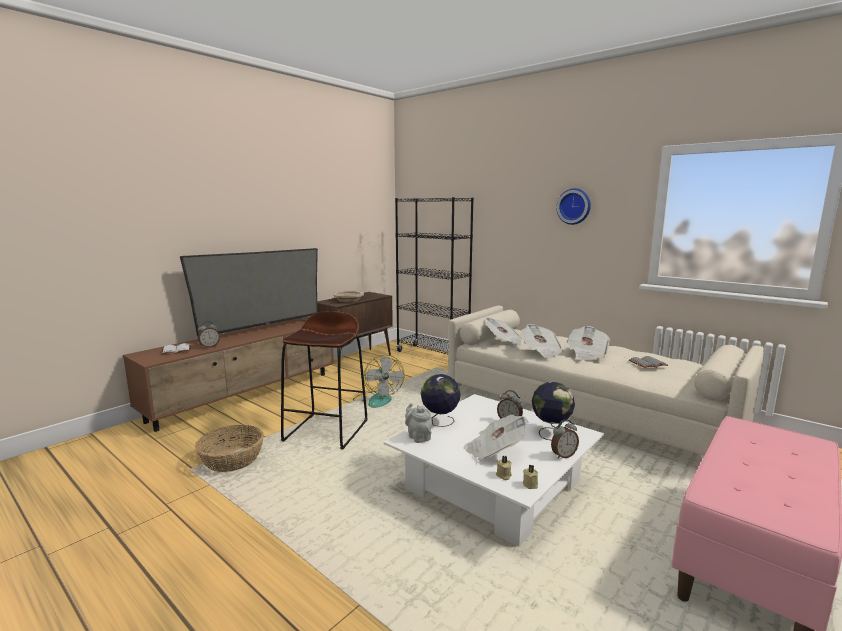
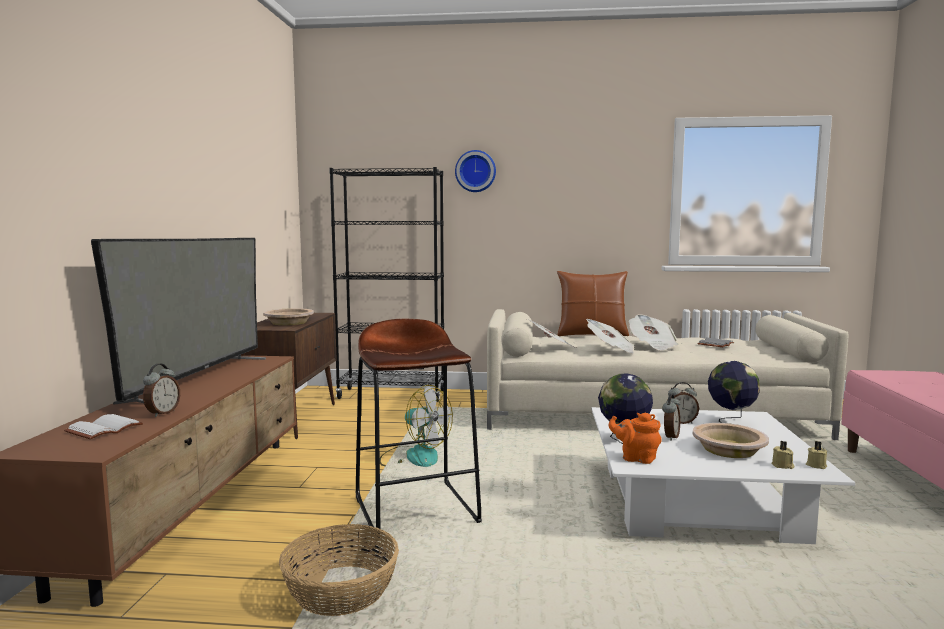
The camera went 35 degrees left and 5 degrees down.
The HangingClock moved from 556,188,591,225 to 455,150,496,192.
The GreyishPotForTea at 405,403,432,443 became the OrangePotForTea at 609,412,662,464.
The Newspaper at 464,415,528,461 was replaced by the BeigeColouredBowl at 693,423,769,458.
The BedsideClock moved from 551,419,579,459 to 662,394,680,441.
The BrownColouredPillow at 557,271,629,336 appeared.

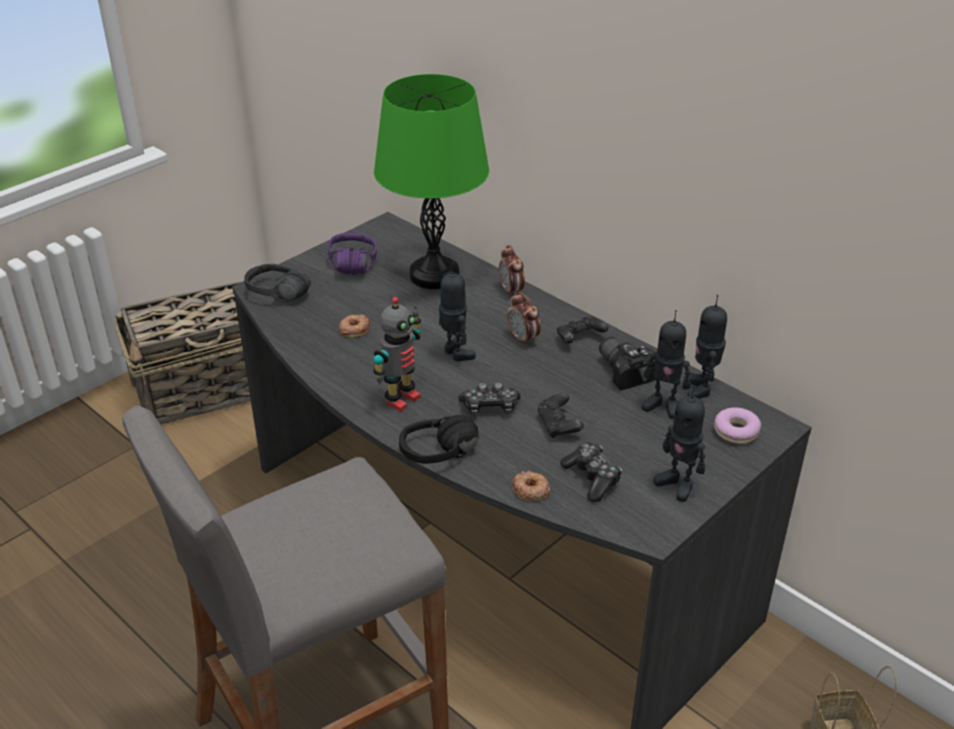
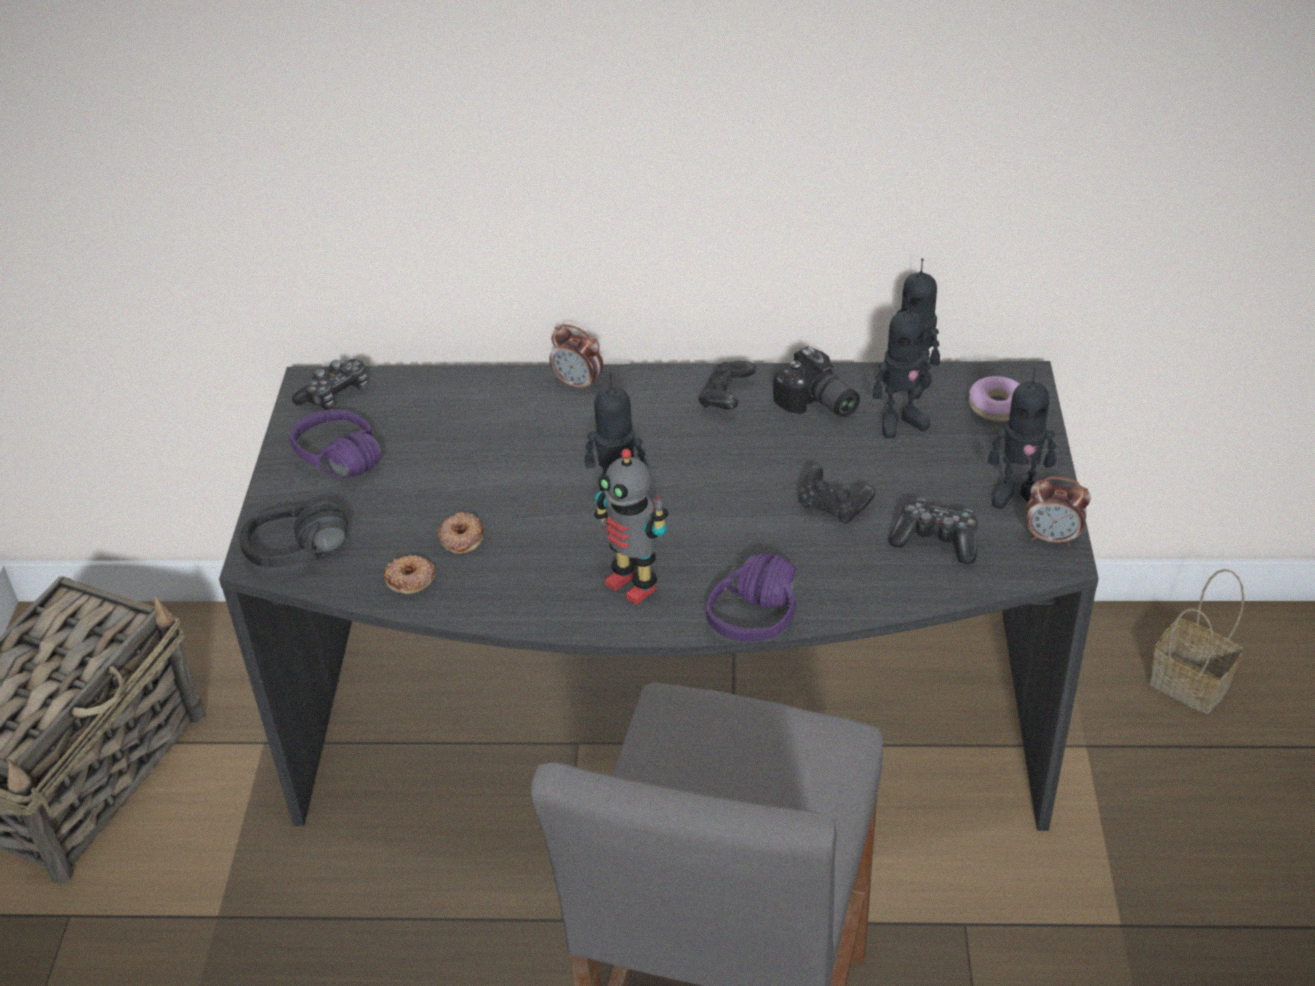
The camera went 40 degrees left and 5 degrees up.
The GreenColouredLampForATable at 374,74,489,289 disappeared.
The BedsideClock moved from 507,292,541,346 to 1026,477,1091,546.
The ModelRobot at 373,297,421,412 turned 135 degrees clockwise.
The PhotoCamera at 599,337,656,390 turned 150 degrees counterclockwise.
The Gamepad moved from 458,382,520,415 to 292,359,367,410.
The BlackColouredHeadphones at 399,415,479,464 became the PurpleHeadphones at 706,553,797,642.
The RingDoughnut moved from 512,471,550,501 to 384,555,436,594.

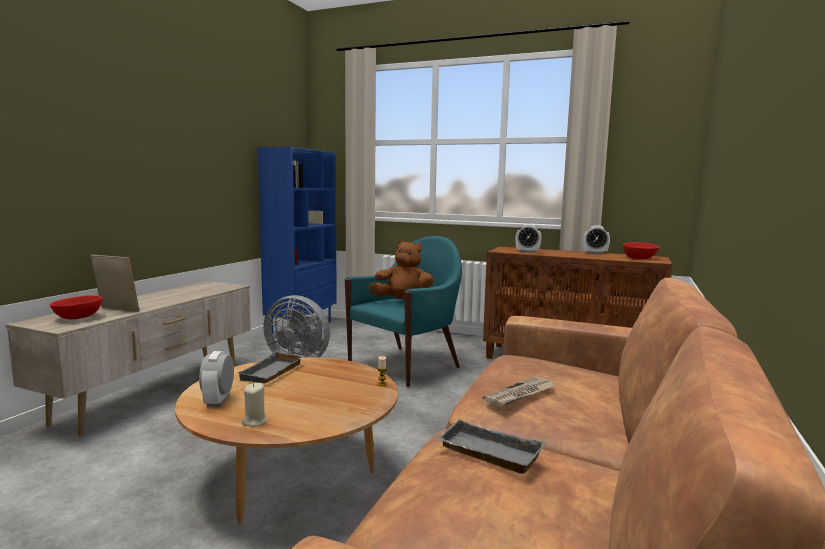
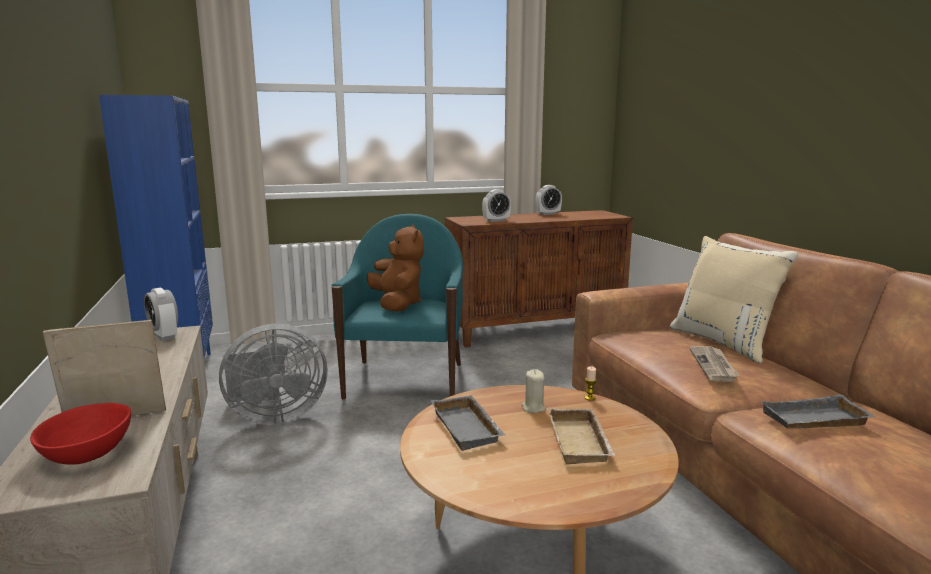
The camera went 40 degrees left and 5 degrees up.
The BrownColouredSoftToy at 368,240,434,300 turned 90 degrees clockwise.
The RedBowl at 623,242,659,259 disappeared.
The BedsideClock moved from 199,351,234,407 to 144,288,178,341.
The BeigeColouredWaxCandle moved from 242,383,267,427 to 522,369,545,413.
The BeigeColouredPillow at 670,236,798,364 appeared.
The BeigeColouredServingTray at 548,408,616,464 appeared.

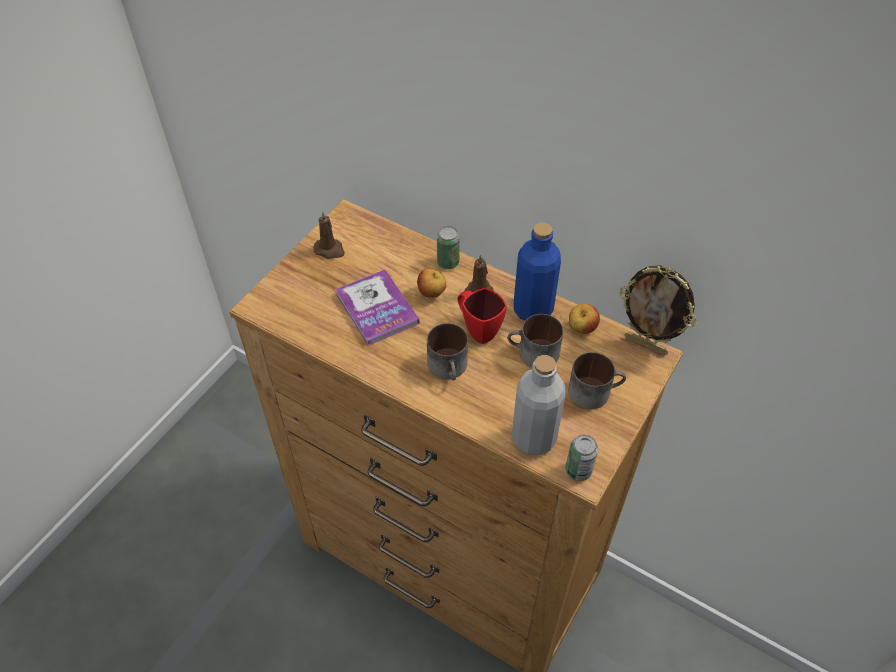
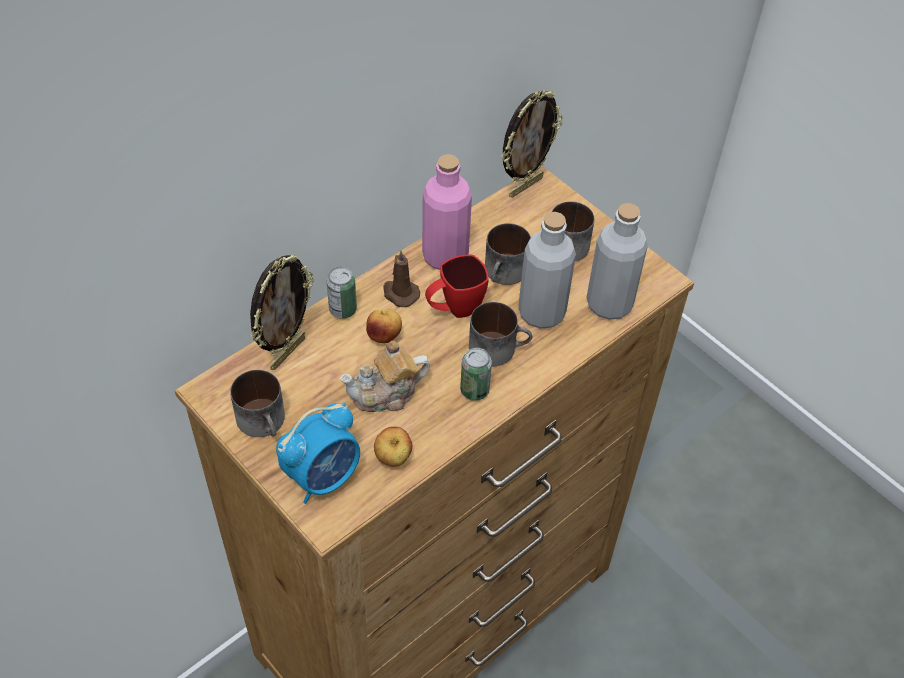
The camera went 75 degrees left and 0 degrees up.
The BrownColouredWaxCandle at 314,211,345,259 was replaced by the TeaMug at 230,370,285,437.
The BlueBottle at 514,223,561,321 became the PinkBottle at 422,154,472,270.
The Volume at 335,270,420,346 was replaced by the PotForTea at 340,341,430,412.
The AppleFruit moved from 569,304,600,334 to 374,427,413,467.
The Can moved from 566,435,598,481 to 460,348,492,401.
The GreyishBottle at 518,212,576,329 appeared.
The StandingFrame at 250,254,314,370 appeared.
The BedsideClock at 276,402,360,504 appeared.

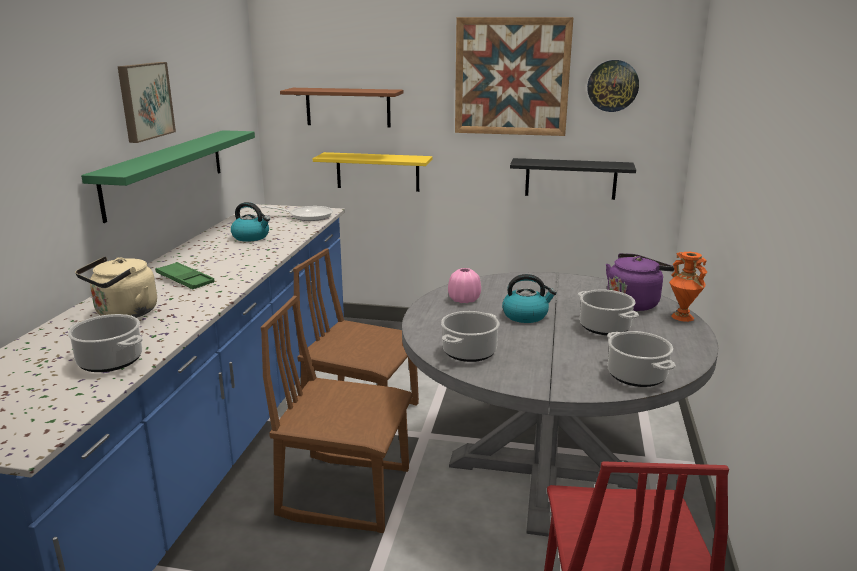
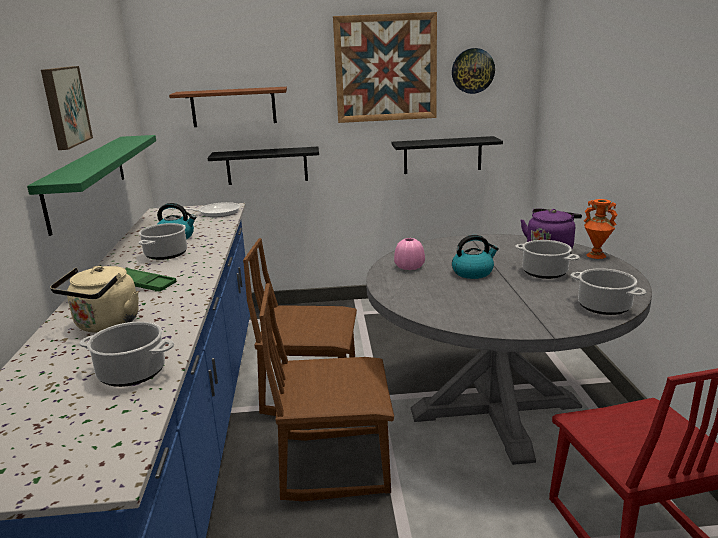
The camera went 15 degrees left and 0 degrees up.
The YellowishWallShelf at 313,152,433,192 became the BlackColouredWallShelf at 207,147,319,185.
The Stockpot moved from 441,311,499,362 to 139,223,187,260.

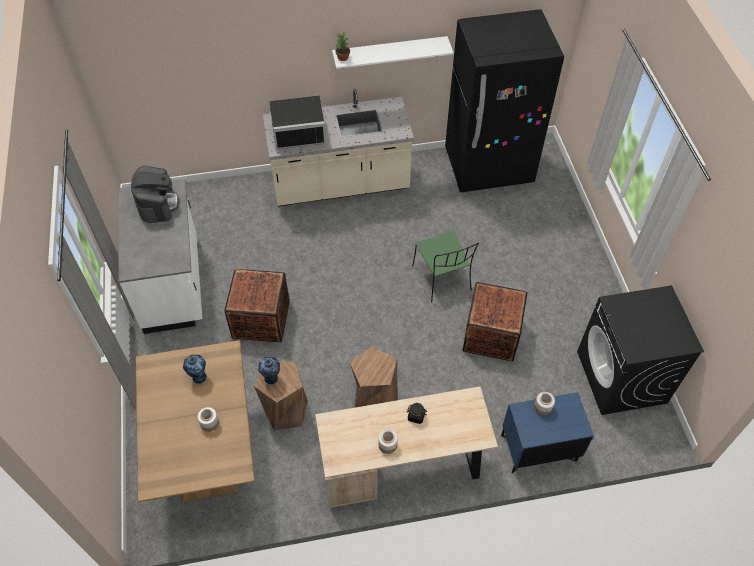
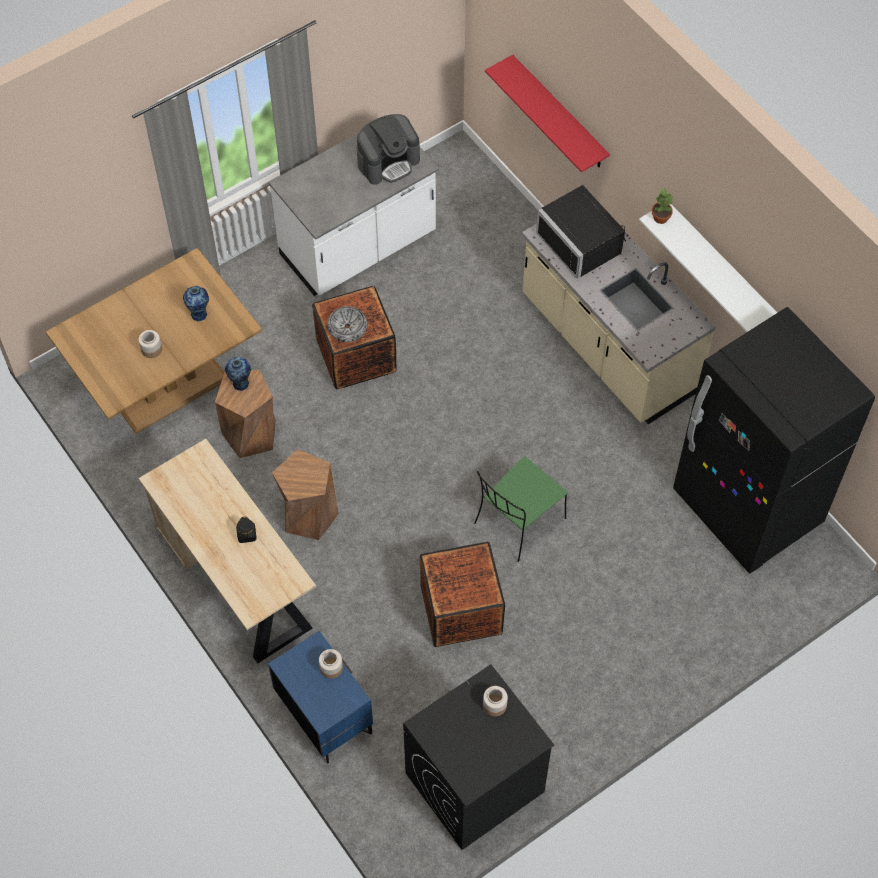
The camera went 65 degrees right and 5 degrees up.
The PreserveJar moved from 378,429,398,454 to 483,686,508,716.
The RedWallShelf at 485,55,610,172 appeared.
The Bowl at 327,306,367,342 appeared.

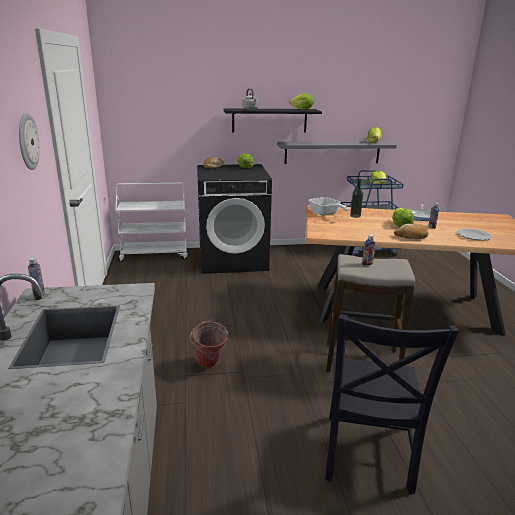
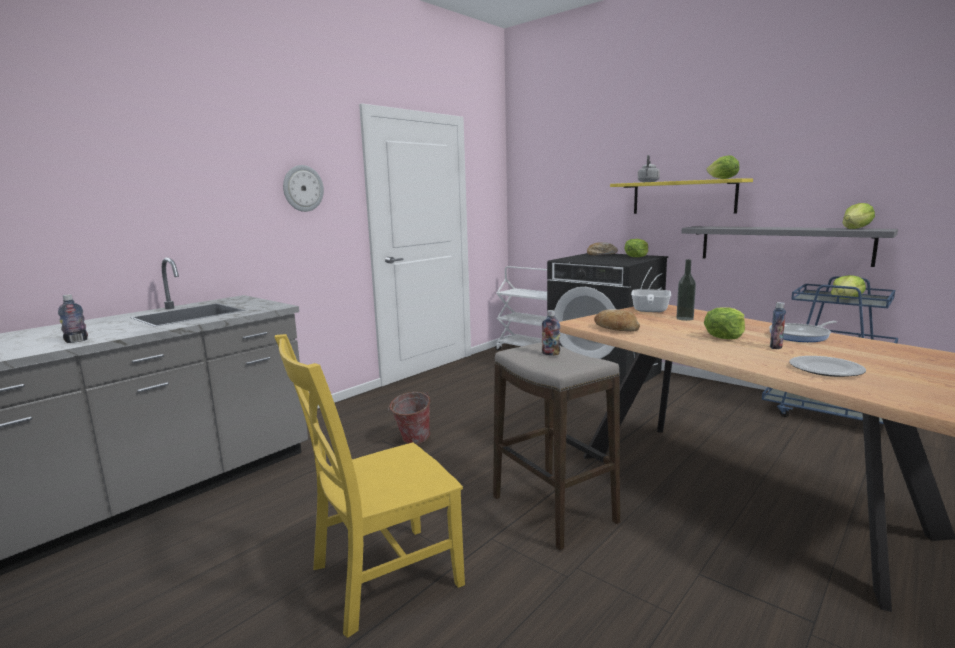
The camera went 50 degrees right and 10 degrees down.
The BlackColouredWallShelf at 223,108,322,133 became the YellowishWallShelf at 610,178,753,214.
The BakeryBread moved from 394,224,428,239 to 594,309,640,332.
The Bottle moved from 28,257,45,300 to 58,294,88,343.
The BlackColouredPlainChair at 325,314,459,494 became the YellowishPlainChair at 274,334,465,638.

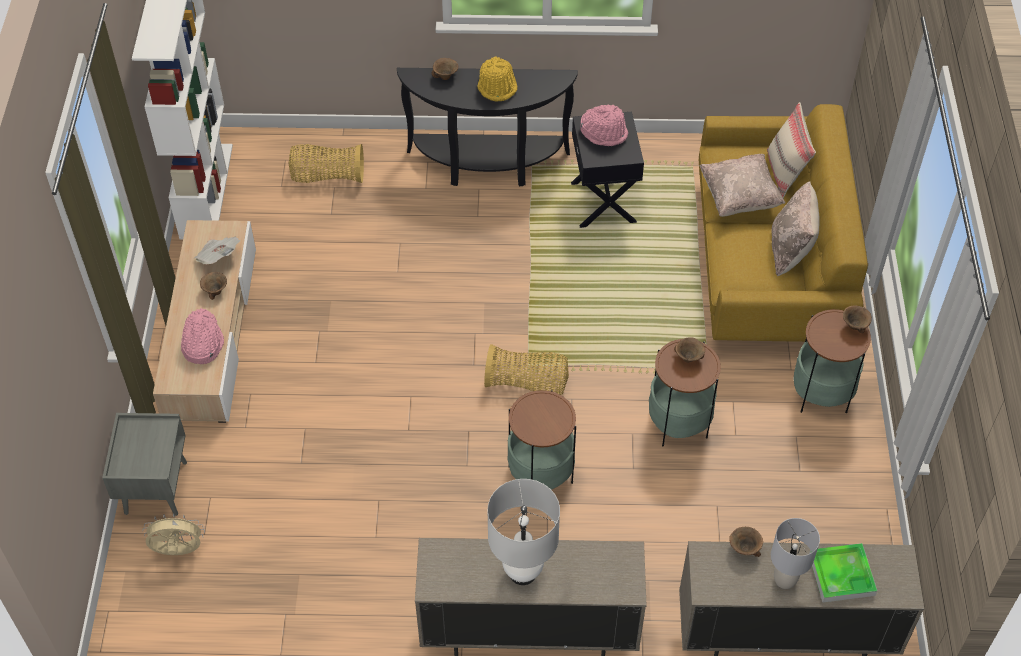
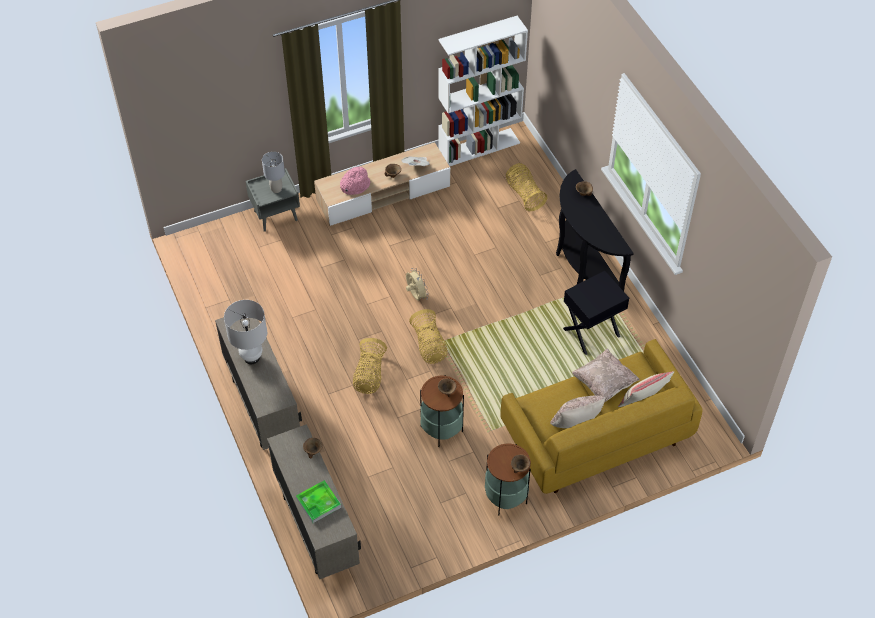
The camera went 65 degrees right and 0 degrees up.
The YellowishWearableHat at 477,56,517,101 disappeared.
The PinkWearableHat at 580,105,628,146 disappeared.
The SideTable at 507,390,576,490 was replaced by the Basket at 353,338,387,394.
The BeigeColouredCoolingFan moved from 142,514,205,555 to 406,268,429,301.
The GreyishLampForATable moved from 771,518,820,589 to 262,152,285,193.

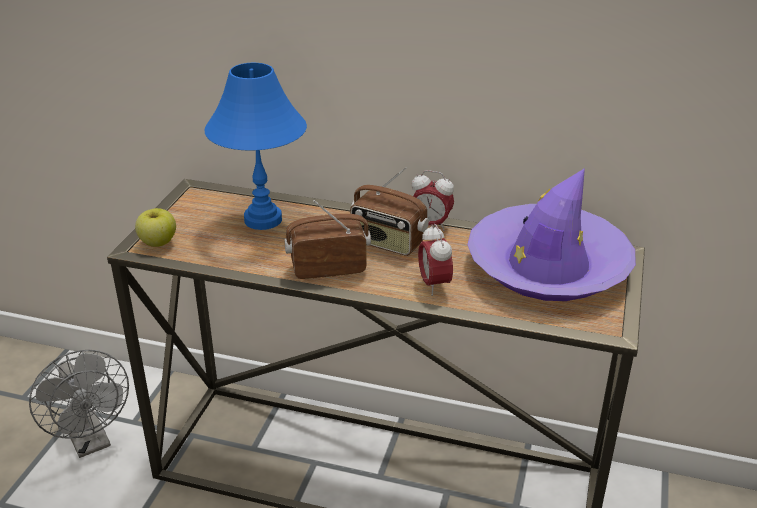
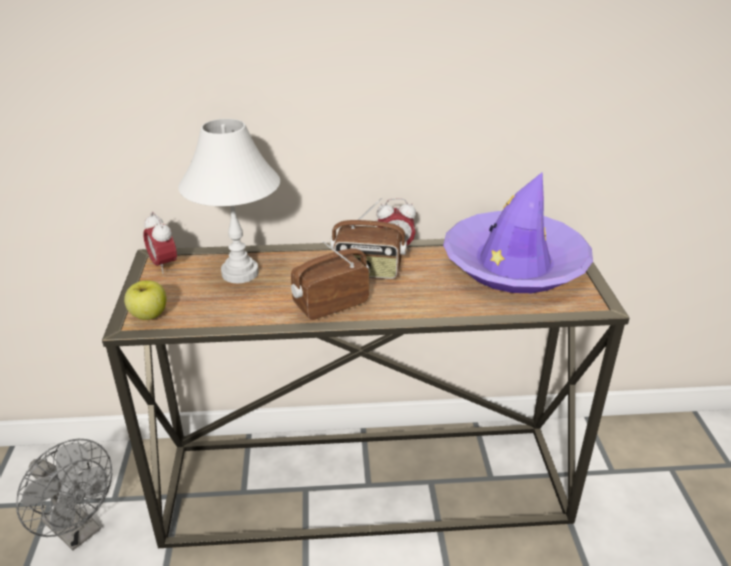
The camera went 20 degrees left and 0 degrees up.
The BlueLampForATable at 204,63,307,230 became the WhiteLampForATable at 178,119,280,283.
The BedsideClock moved from 418,224,453,296 to 143,212,177,274.

